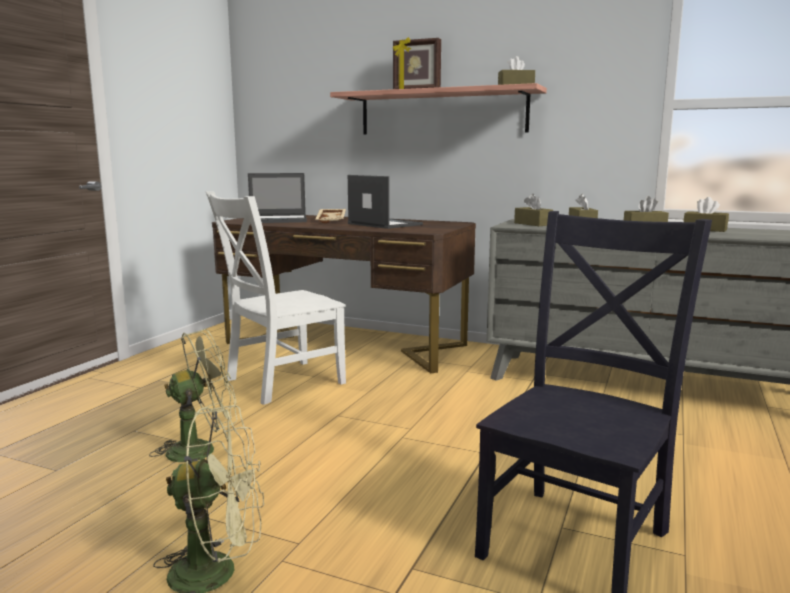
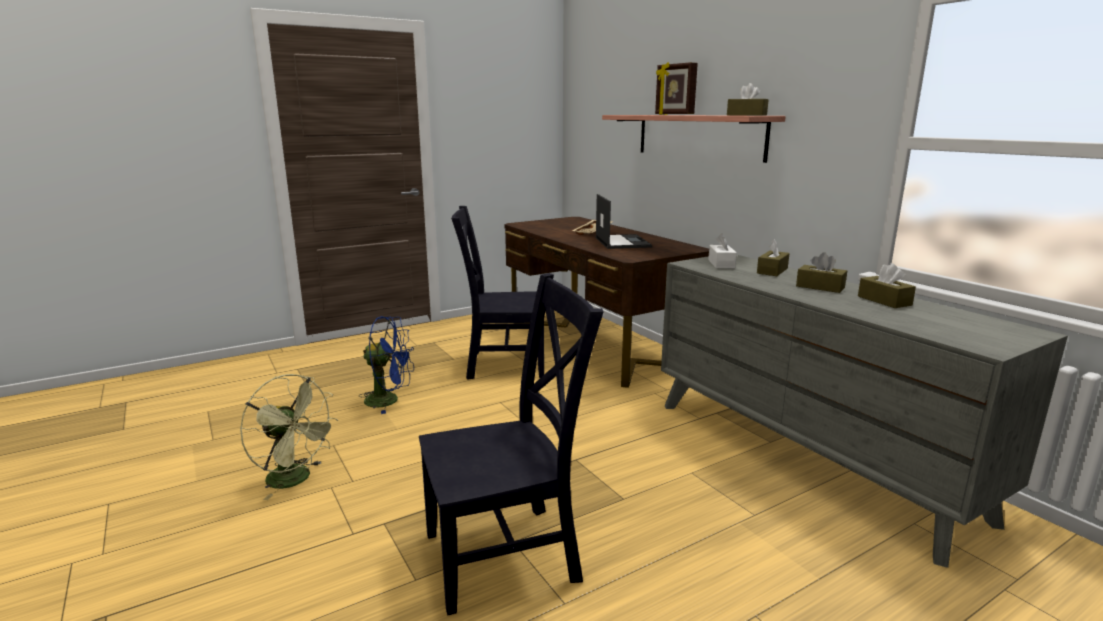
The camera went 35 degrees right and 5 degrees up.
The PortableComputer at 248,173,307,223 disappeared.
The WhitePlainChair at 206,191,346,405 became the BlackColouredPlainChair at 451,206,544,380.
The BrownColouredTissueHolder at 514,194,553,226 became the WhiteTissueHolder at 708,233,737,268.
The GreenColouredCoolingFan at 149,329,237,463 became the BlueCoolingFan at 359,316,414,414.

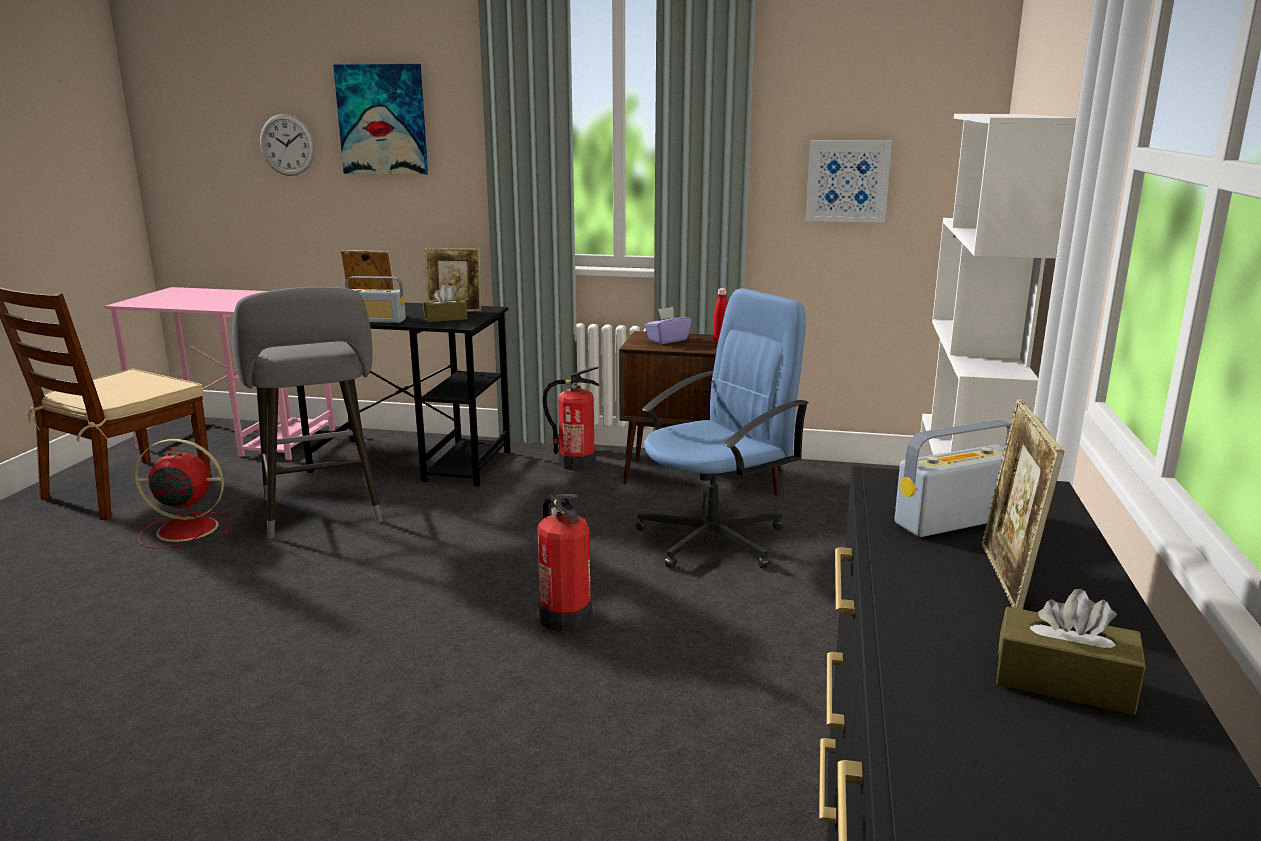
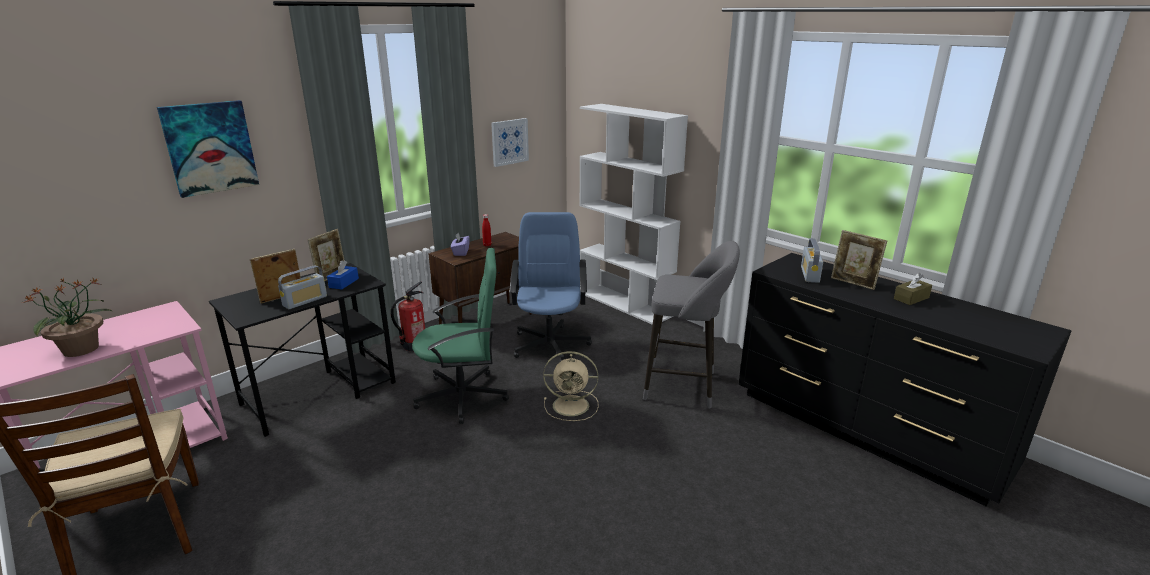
The camera went 55 degrees left and 5 degrees up.
The HangingClock at 260,114,315,176 disappeared.
The BrownColouredTissueHolder at 423,285,467,322 became the BlueTissueHolder at 327,260,359,290.
The GreyishStool moved from 232,287,383,539 to 643,241,740,409.
The RedCoolingFan at 134,439,232,549 disappeared.
The FireFightingCylinder at 537,494,592,632 was replaced by the BeigeColouredCoolingFan at 543,351,599,421.
The GreenColouredComputerChair at 412,248,509,424 appeared.
The Houseplant at 22,278,113,357 appeared.

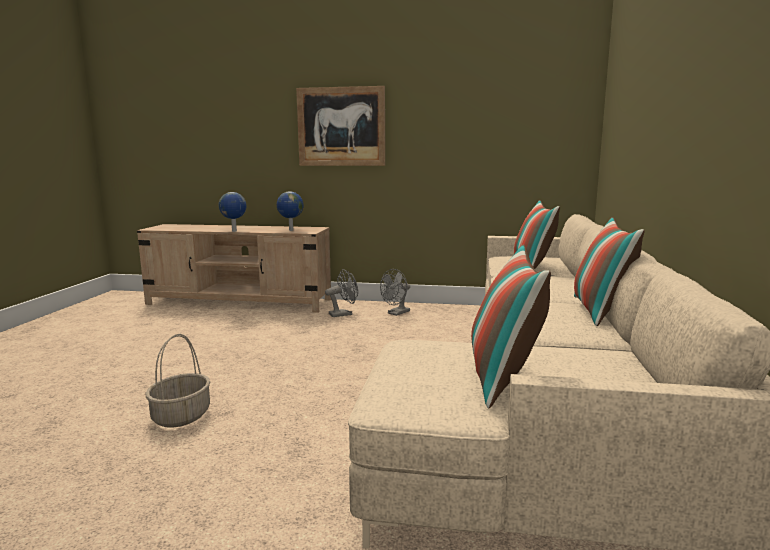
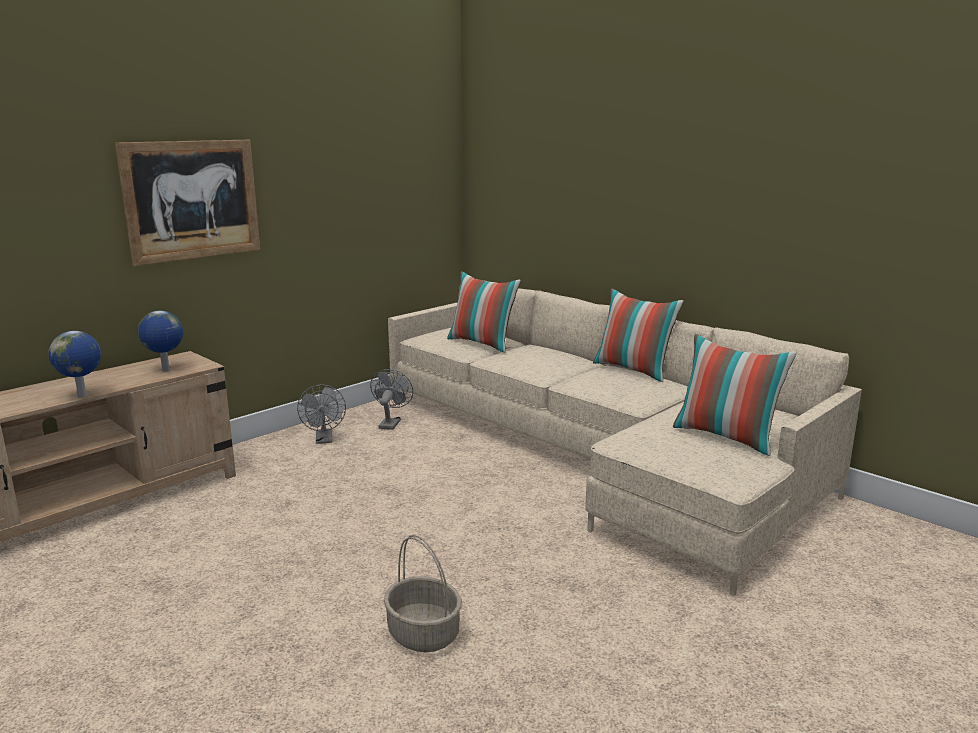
The camera went 55 degrees left and 5 degrees up.
The GreyishCoolingFan moved from 325,269,358,317 to 370,369,413,430.

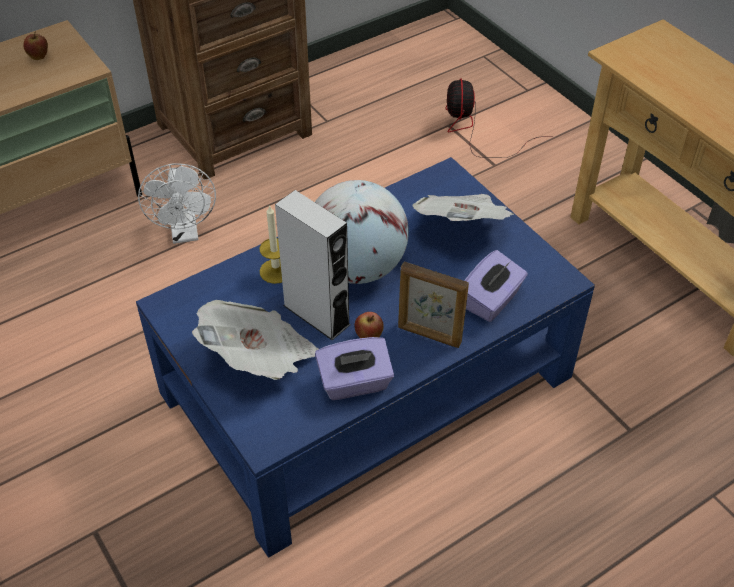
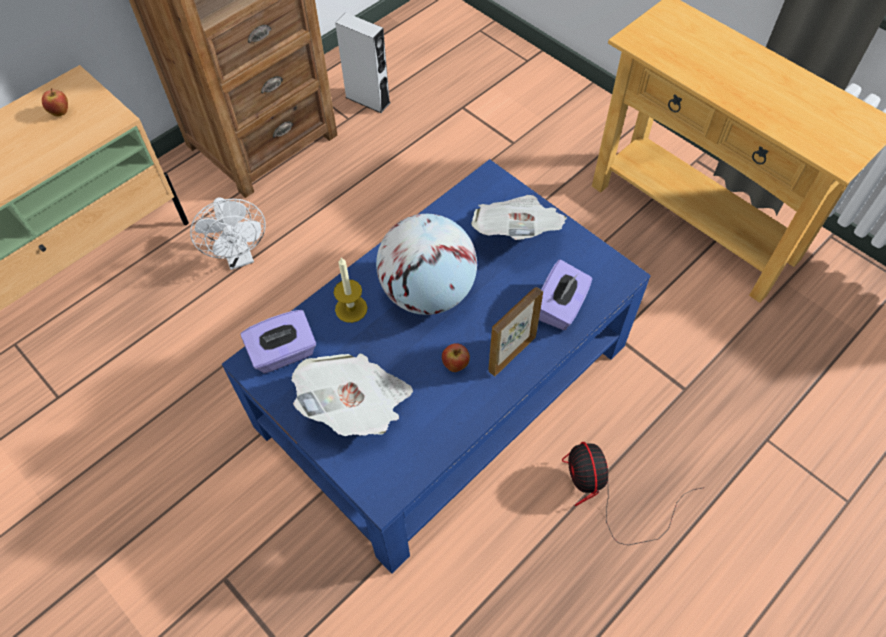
The camera went 10 degrees left and 10 degrees up.
The CoolingFan moved from 445,79,553,158 to 562,442,705,545.
The GreyishLoudspeaker moved from 275,190,351,340 to 335,13,390,113.
The StandingFrame at 398,262,469,348 turned 120 degrees clockwise.
The PurpleTissueHolder moved from 315,337,394,400 to 241,310,316,373.

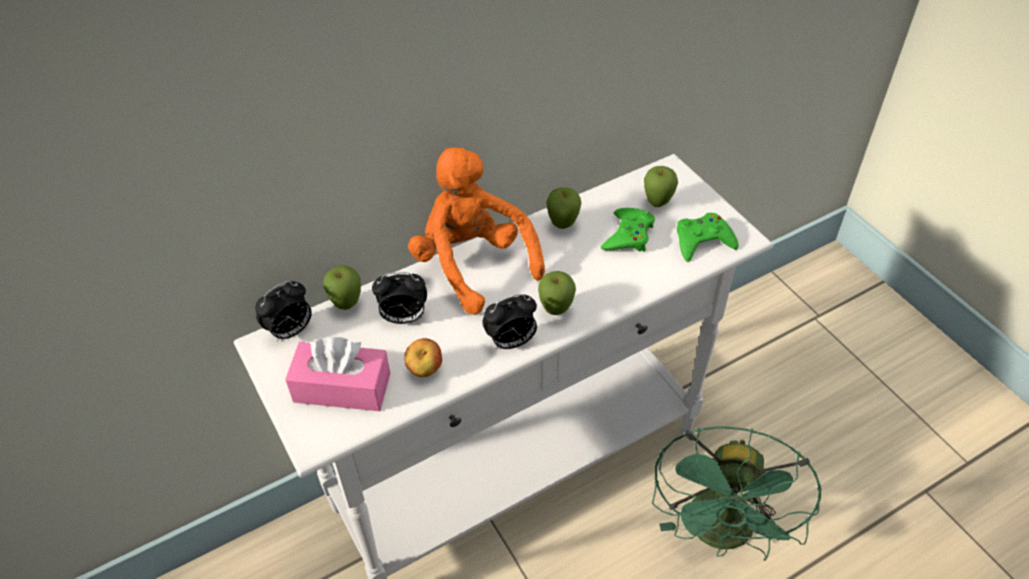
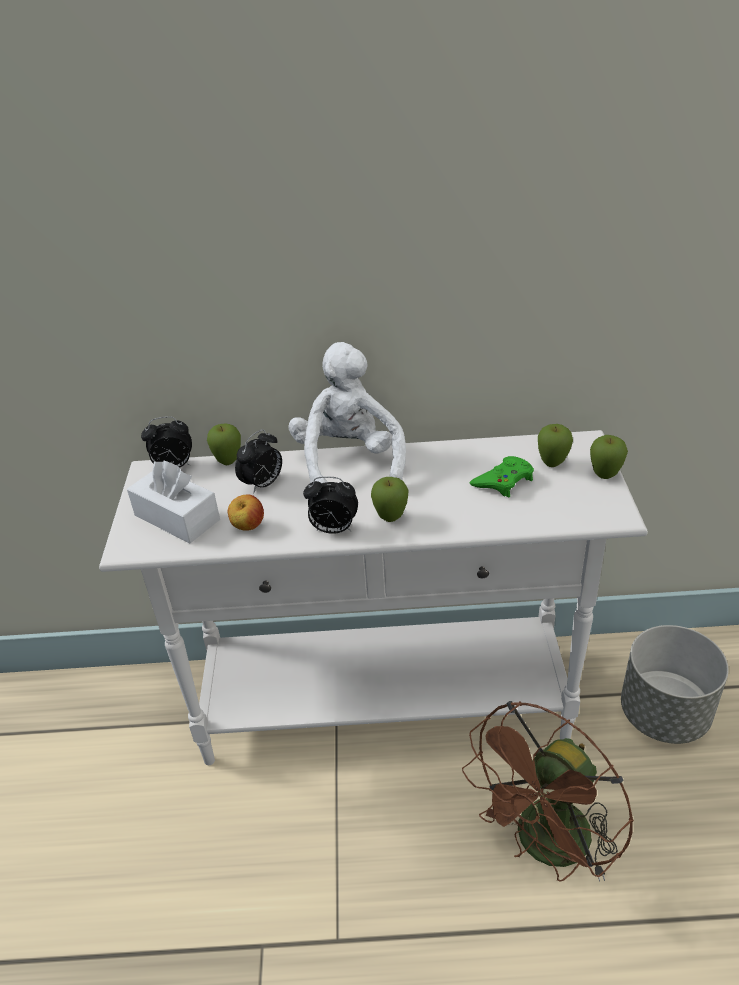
The camera went 30 degrees right and 10 degrees down.
The OrangeSoftToy at 408,148,545,315 became the WhiteSoftToy at 288,342,406,483.
The AppleFruit moved from 546,187,582,229 to 590,435,628,479.
The GreenColouredGamepad at 677,213,739,262 disappeared.
The BedsideClock at 372,272,427,324 turned 75 degrees counterclockwise.
The PinkTissueHolder at 285,337,391,411 became the WhiteTissueHolder at 127,461,220,543.
The GreenColouredCoolingFan at 652,426,822,561 became the BrownColouredCoolingFan at 462,701,634,882.
The GreyishPlanter at 621,625,729,744 appeared.

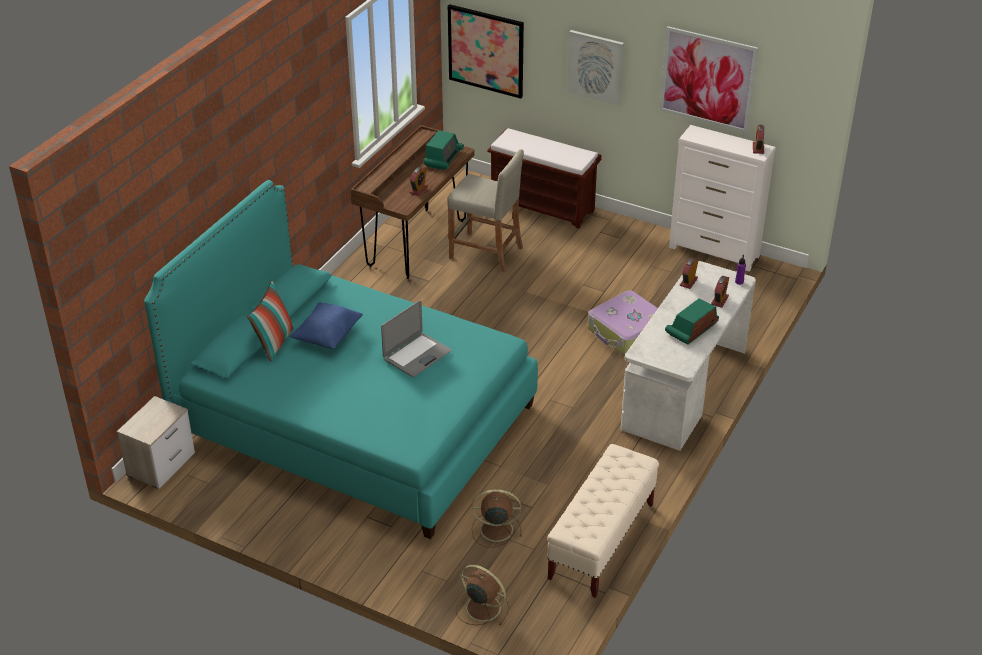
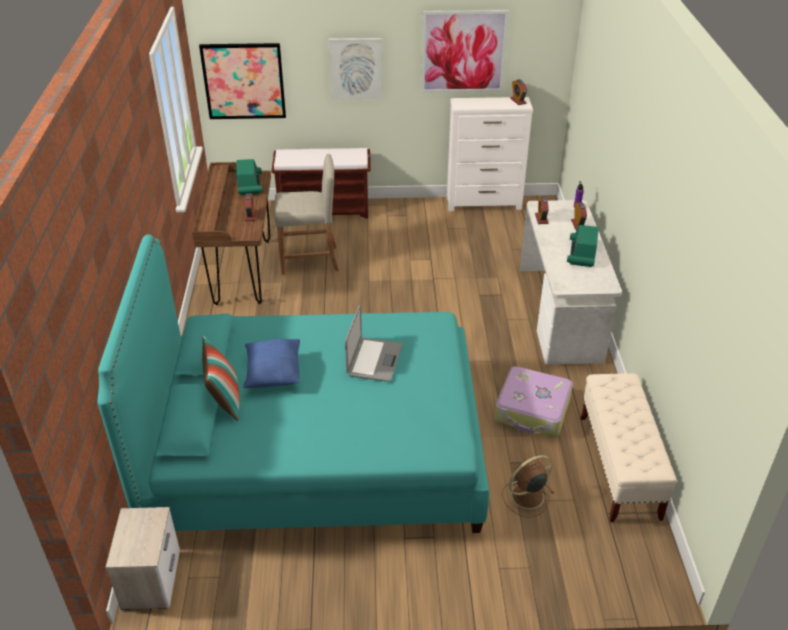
The camera went 30 degrees left and 0 degrees up.
The TravelCase moved from 587,290,658,355 to 494,366,573,437.
The BrownColouredCoolingFan at 456,565,509,626 disappeared.

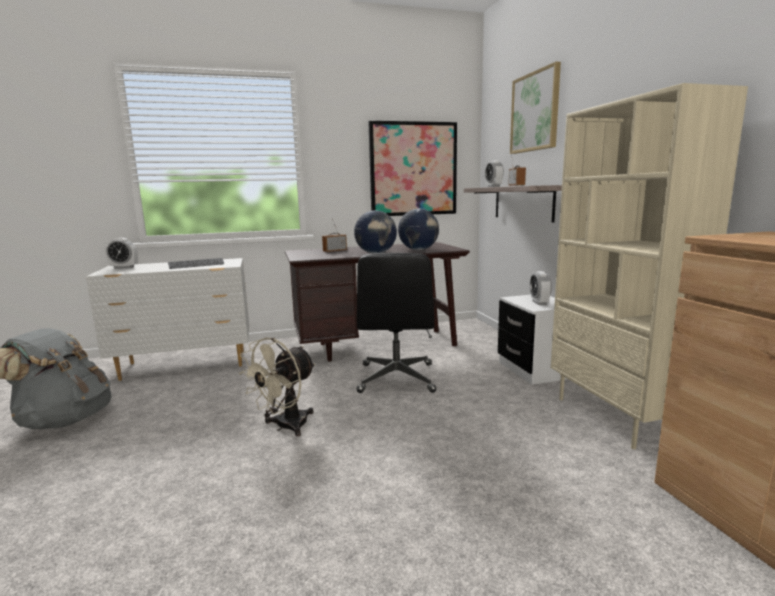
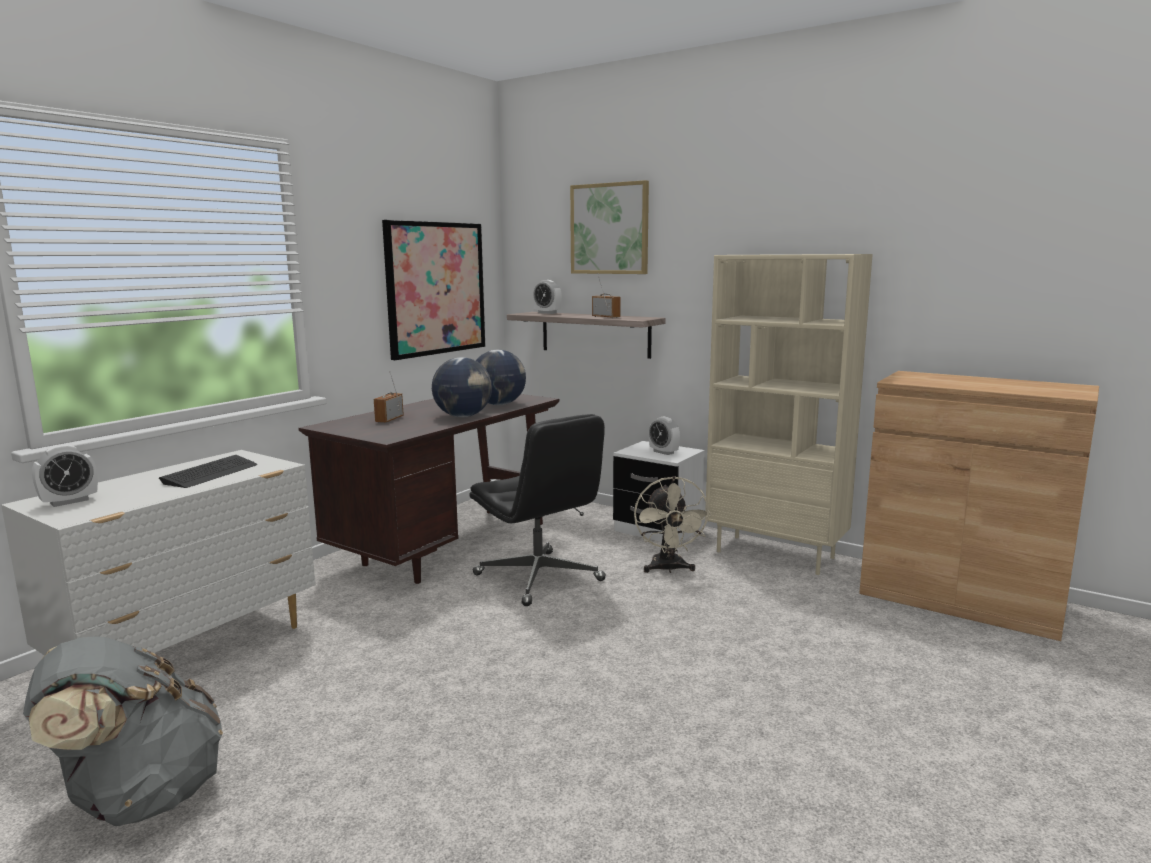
The camera went 40 degrees left and 0 degrees up.
The BeigeColouredCoolingFan moved from 239,337,315,437 to 634,476,712,573.

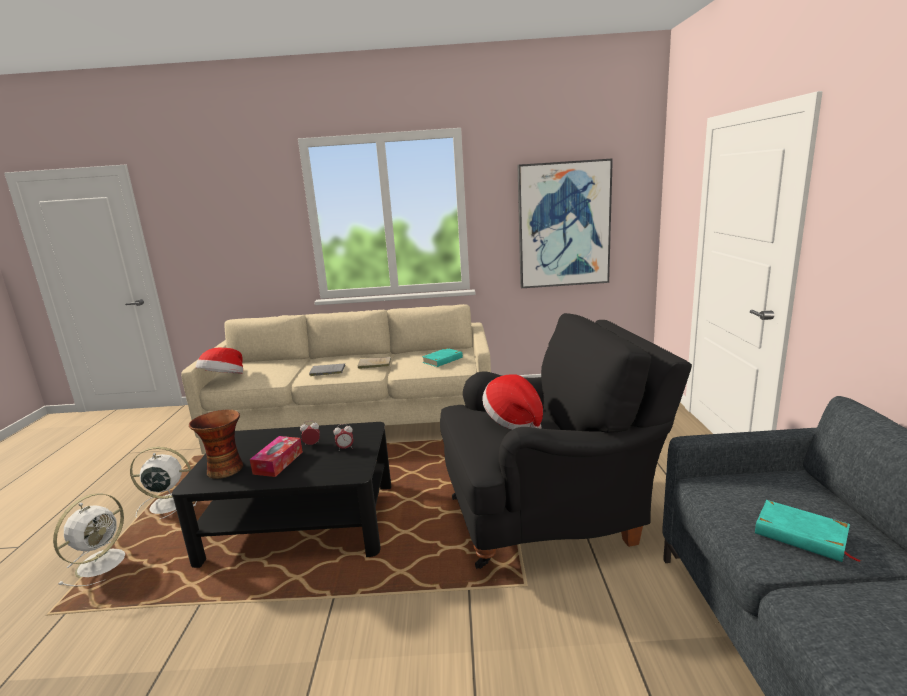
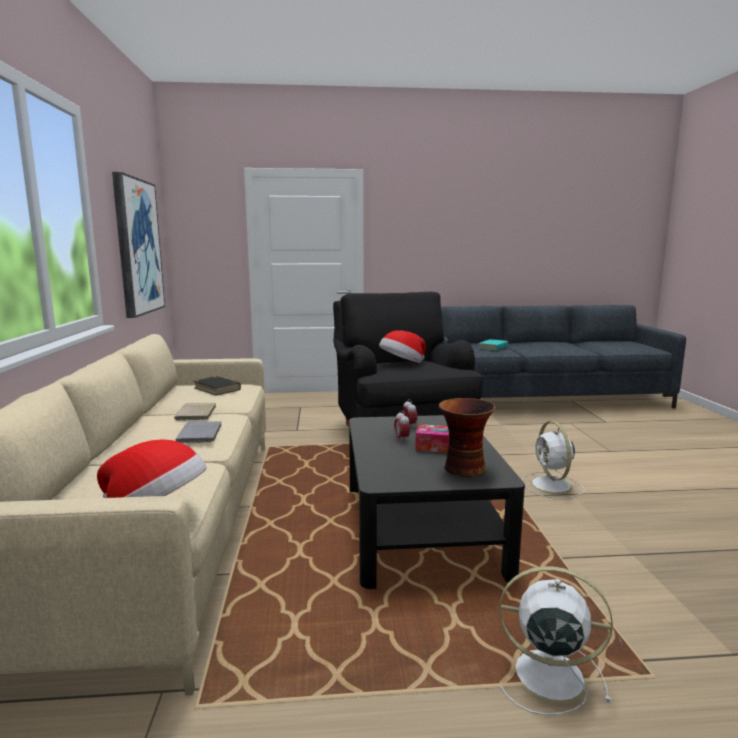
The camera went 95 degrees left and 5 degrees down.
The TurquoiseVolume at 422,348,463,367 became the BlackColouredVolume at 194,376,241,395.
The WhiteCoolingFan moved from 130,447,197,519 to 522,421,584,498.

